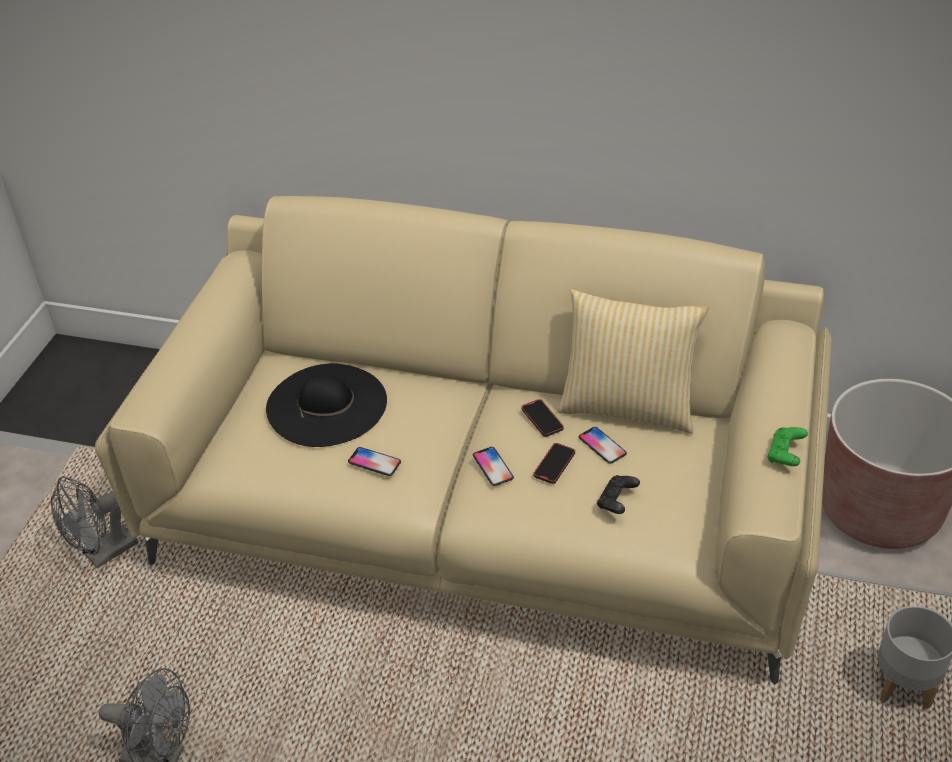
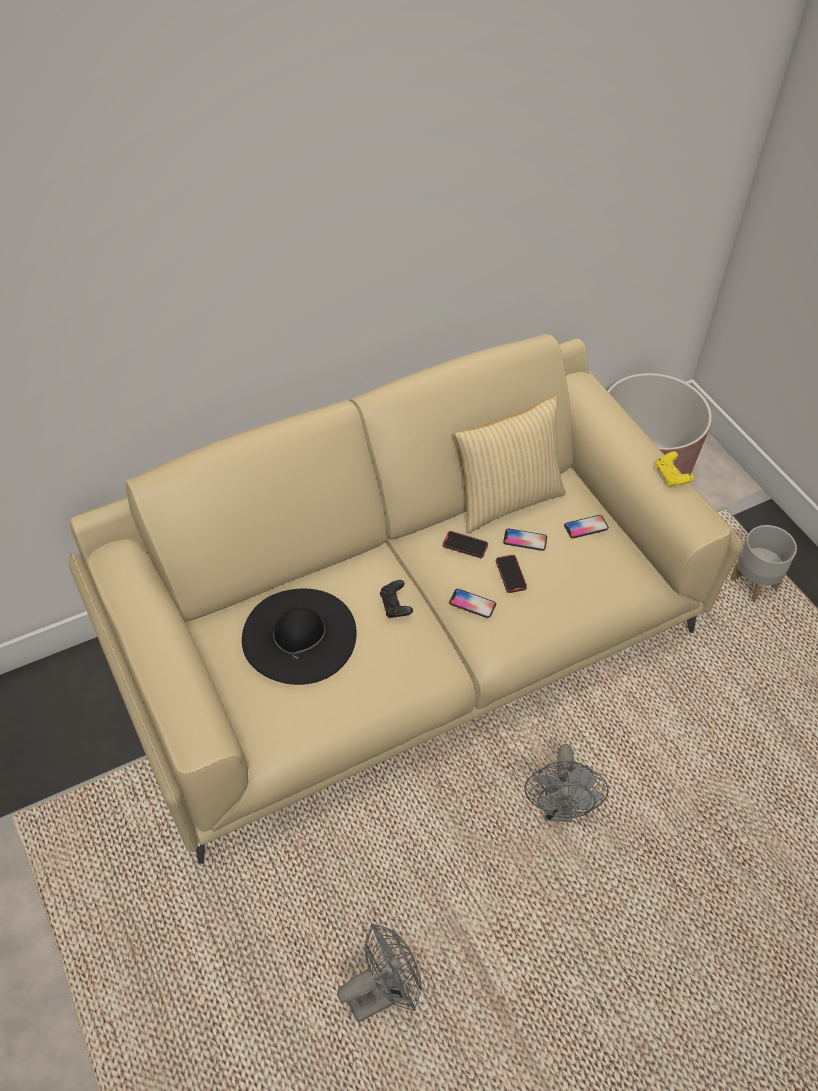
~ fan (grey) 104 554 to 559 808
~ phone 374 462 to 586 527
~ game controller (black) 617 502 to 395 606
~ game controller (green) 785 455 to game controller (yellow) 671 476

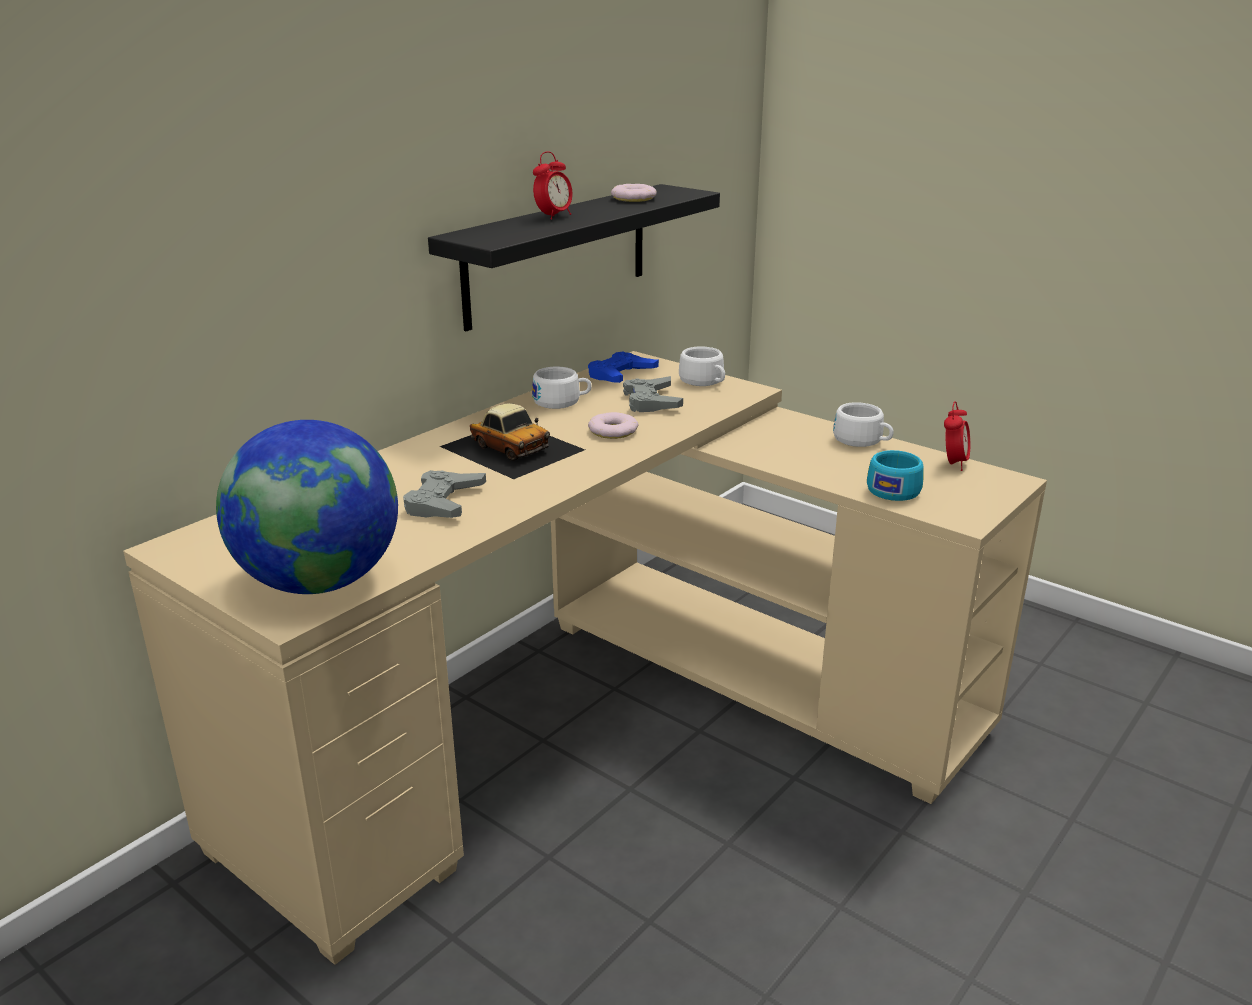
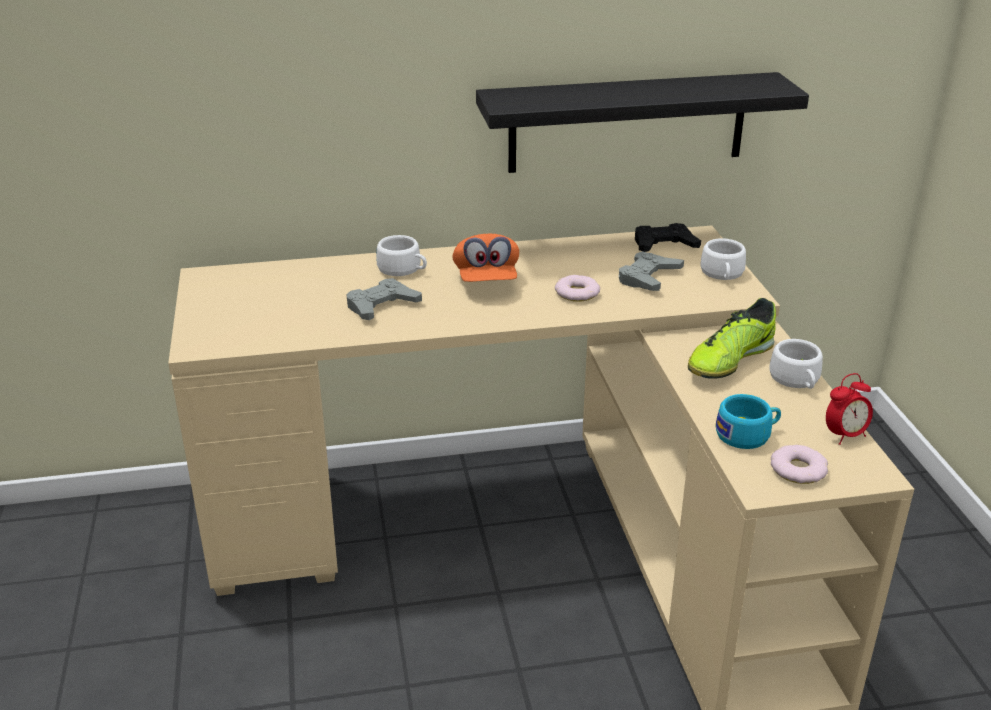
- globe 320 582
~ toy car 512 447 to cap (orange) 486 280
~ cup (white) 562 402 to 403 270
- alarm clock 553 216
~ game controller (blue) 620 374 to game controller (black) 664 244
~ donut 633 198 to 798 469
+ shoe 729 360

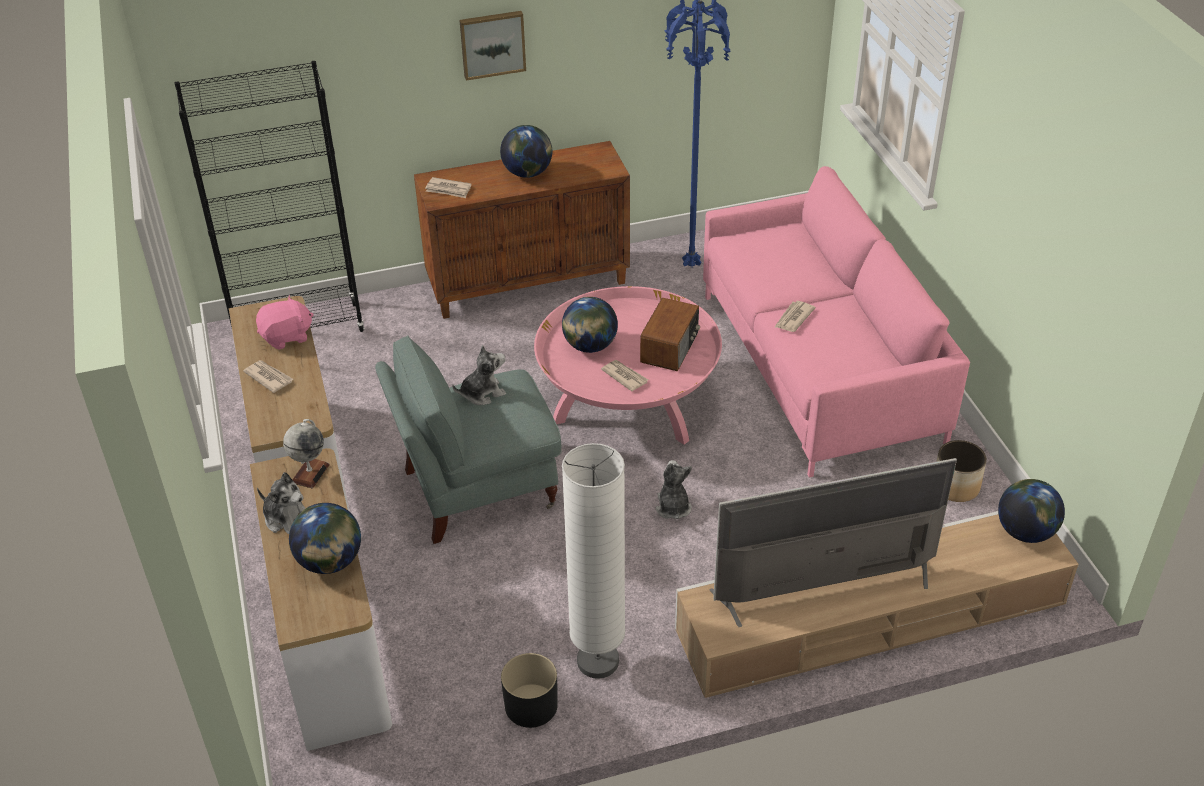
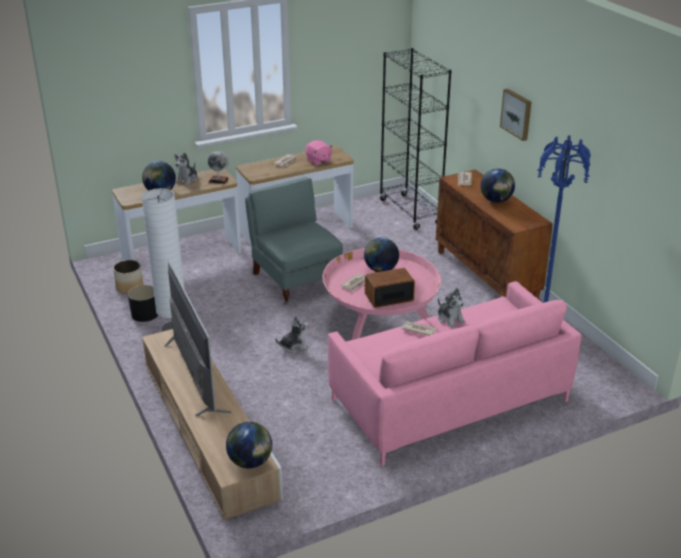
~ plush toy 482 393 to 450 319
~ radio 670 348 = 388 297 150 degrees clockwise
~ planter 956 487 to 129 287

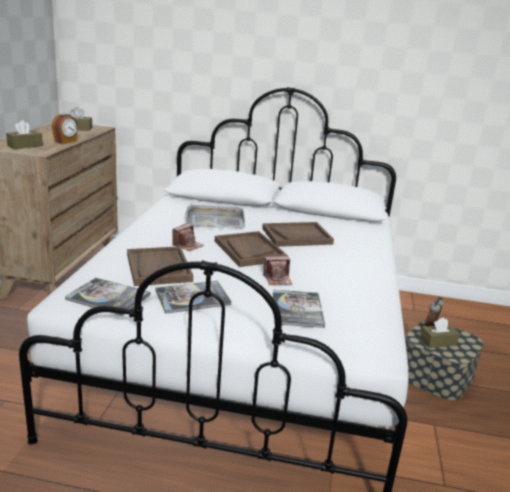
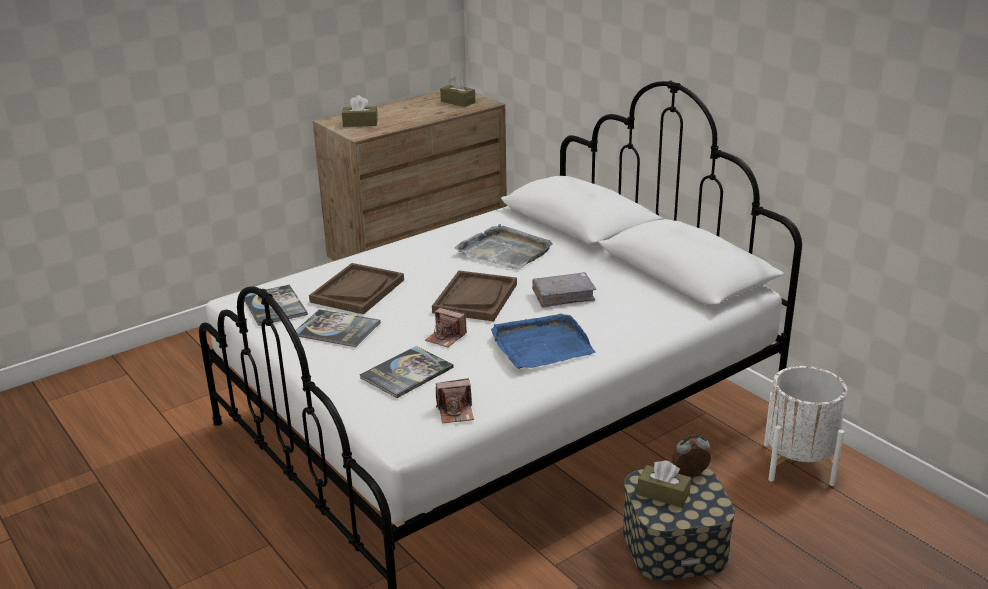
- alarm clock 66 141
~ photo camera 188 245 to 456 412
~ tray (brown) 297 236 to book (grey) 563 296
+ tray (blue) 541 346
+ planter (white) 798 464

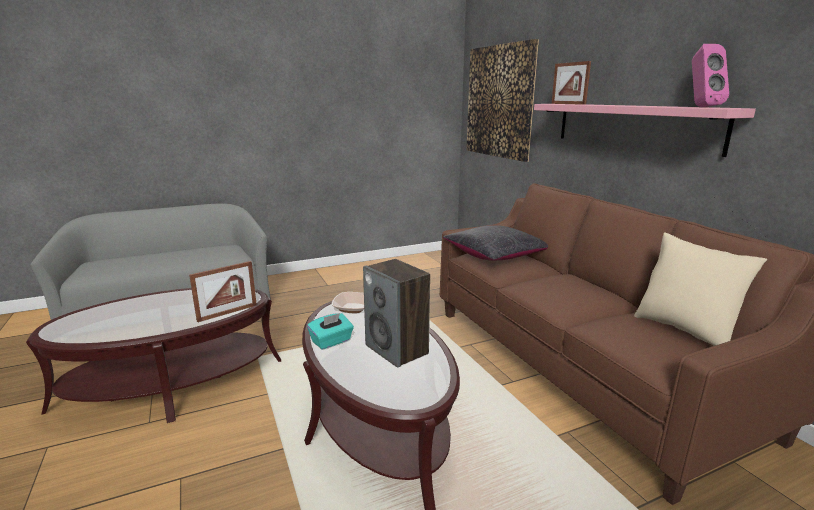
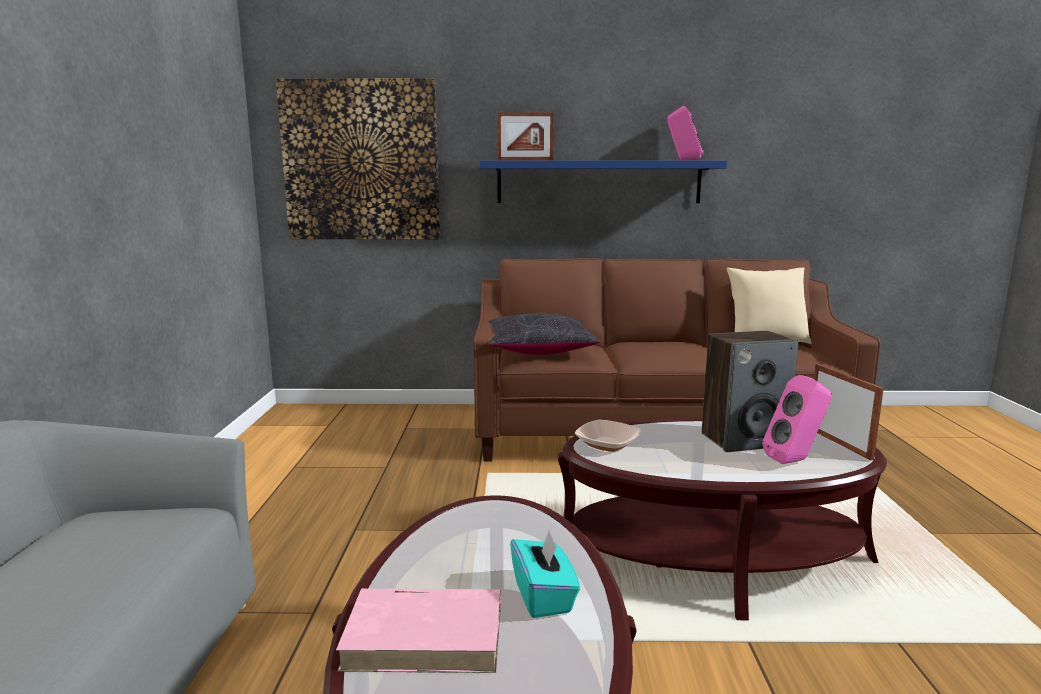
~ picture frame 227 313 to 839 443
~ tissue box (turquoise) 331 341 to 543 596
~ shelf (pink) 632 126 to shelf (blue) 598 182
+ book (pink) 426 635
+ speaker (pink) 795 461

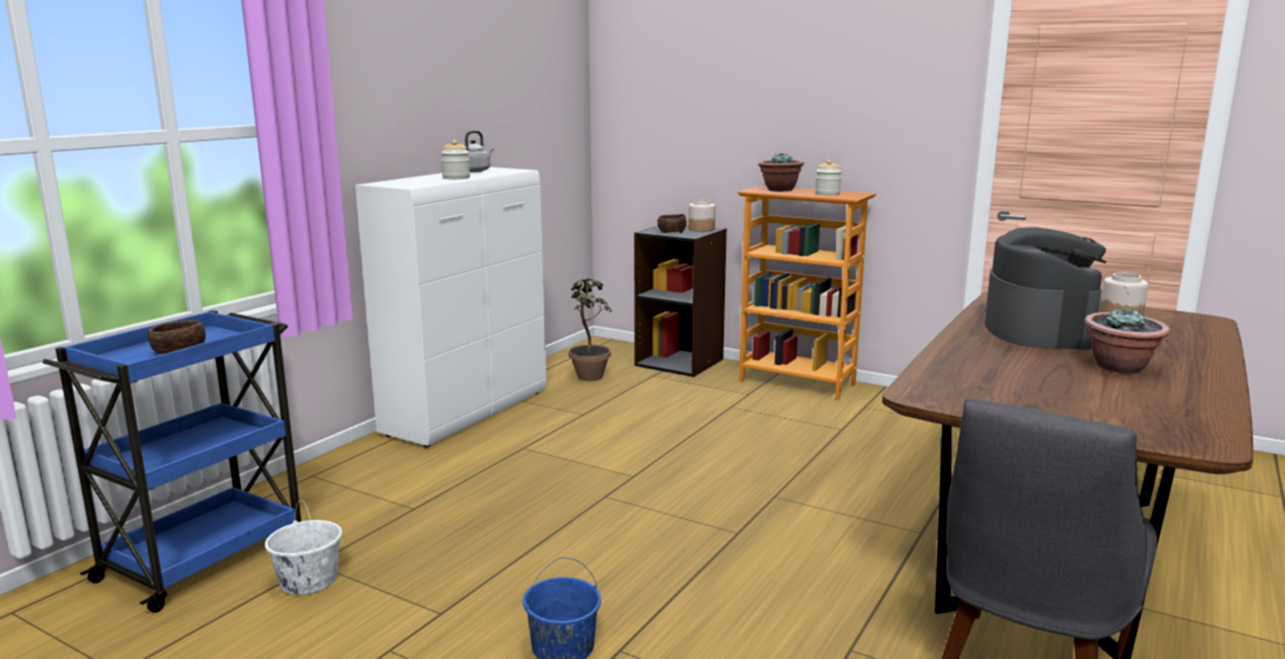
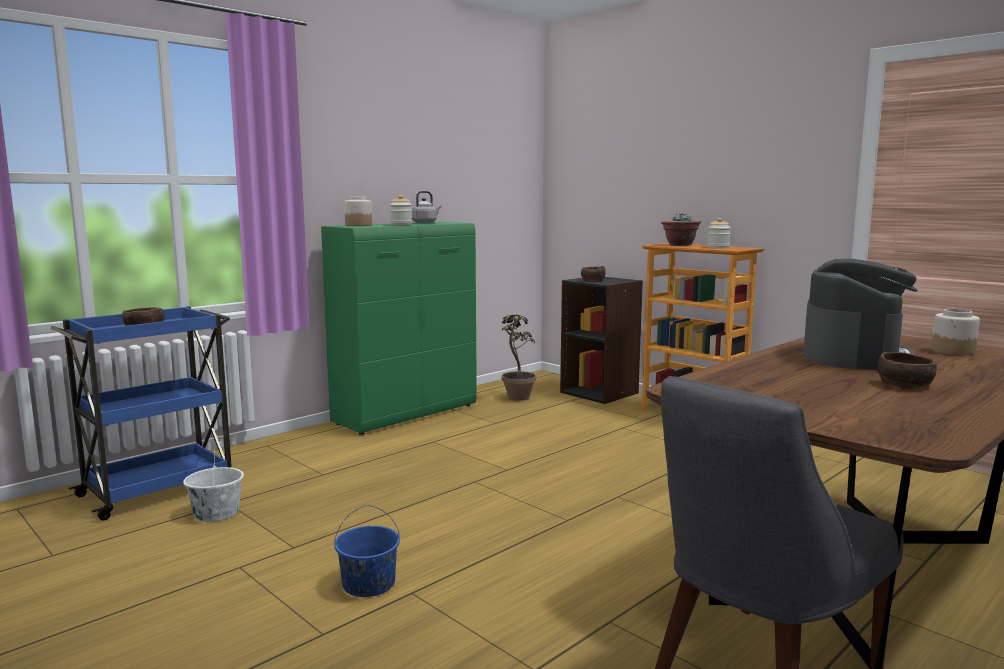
~ cabinet (white) 468 412 to cabinet (green) 407 414
~ jar 701 229 to 358 225
~ potted plant 1120 368 to bowl (brown) 906 385

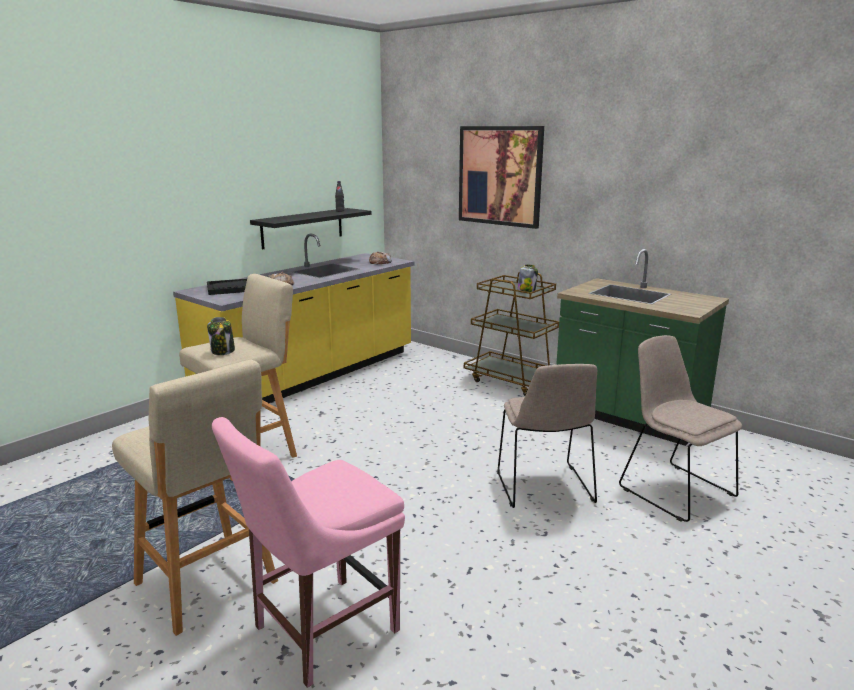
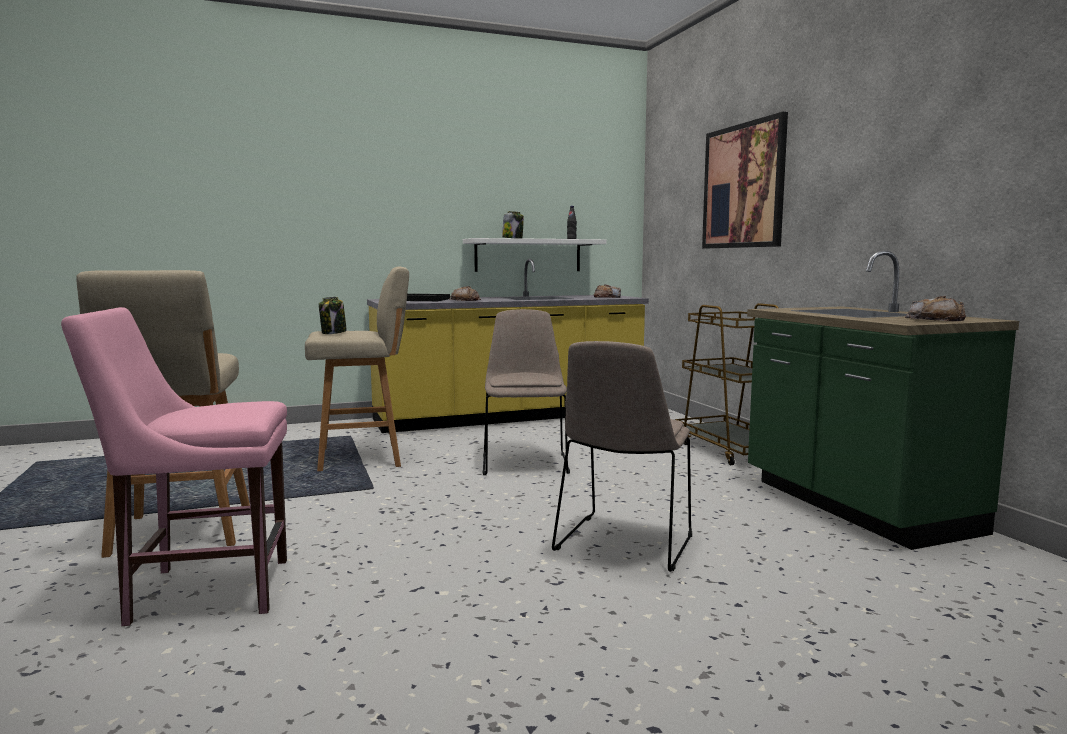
~ shelf (black) 302 228 to shelf (white) 528 255
~ jar 526 290 to 513 238
~ chair (beige) 673 490 to 525 462
+ bread 935 320

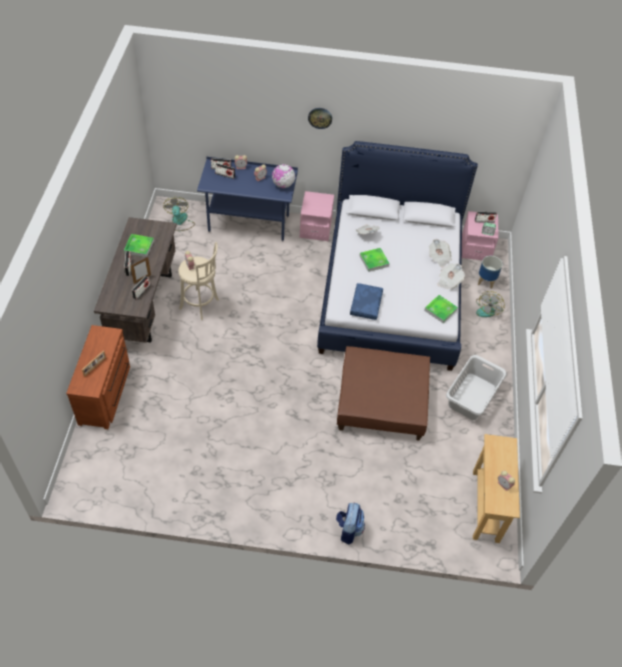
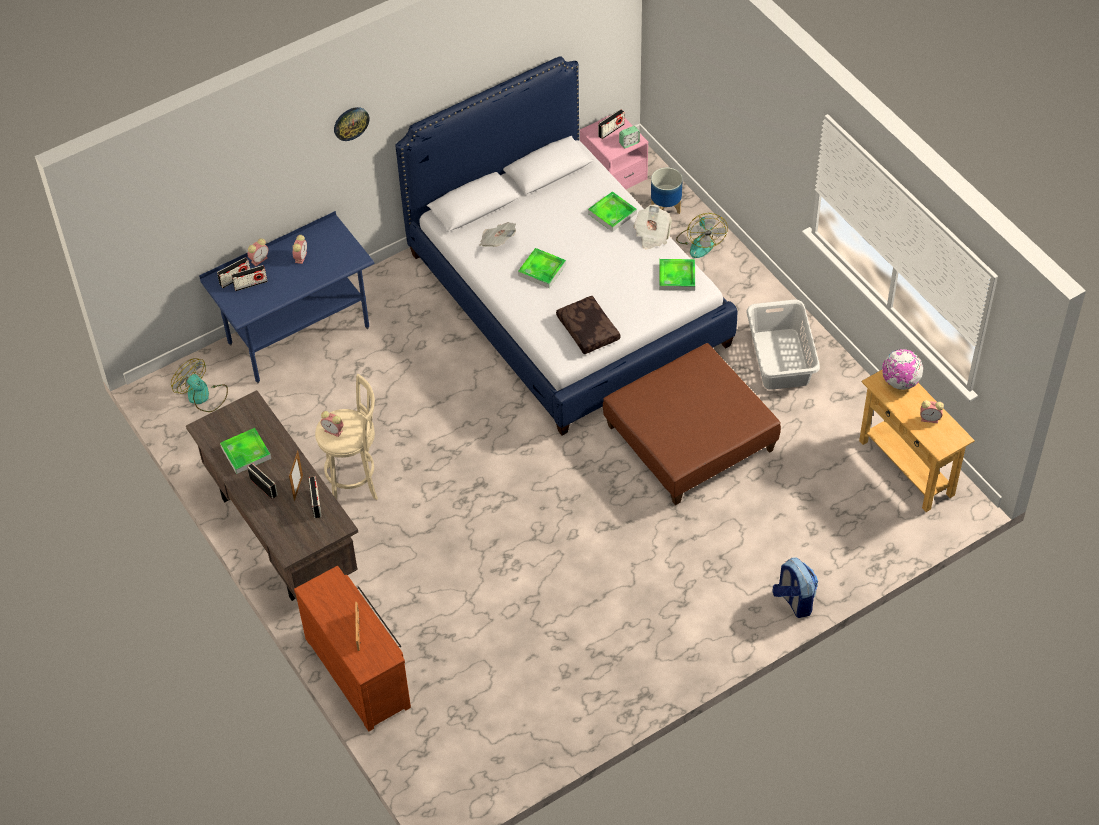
~ globe 283 185 to 900 382
- nightstand (pink) 315 228
~ pillow (blue) 365 304 to pillow (brown) 587 330
~ newspaper 439 258 to tray 612 213

